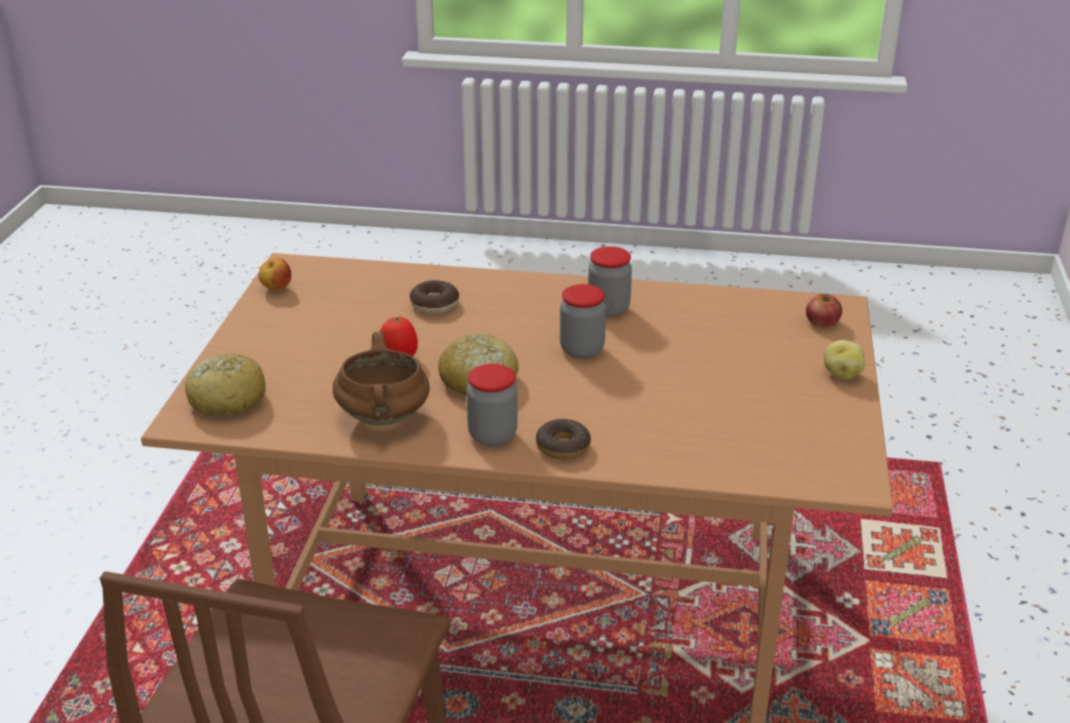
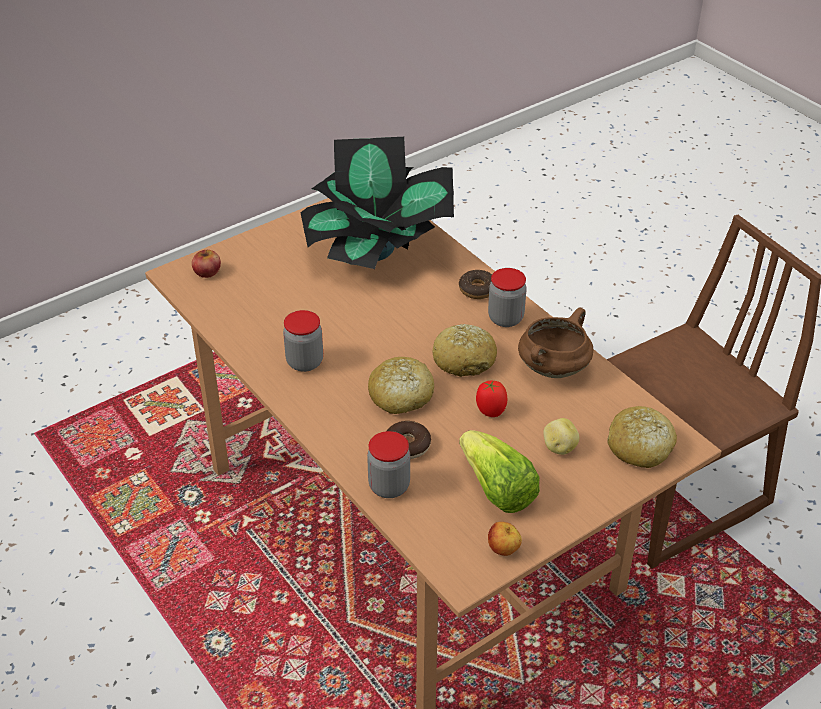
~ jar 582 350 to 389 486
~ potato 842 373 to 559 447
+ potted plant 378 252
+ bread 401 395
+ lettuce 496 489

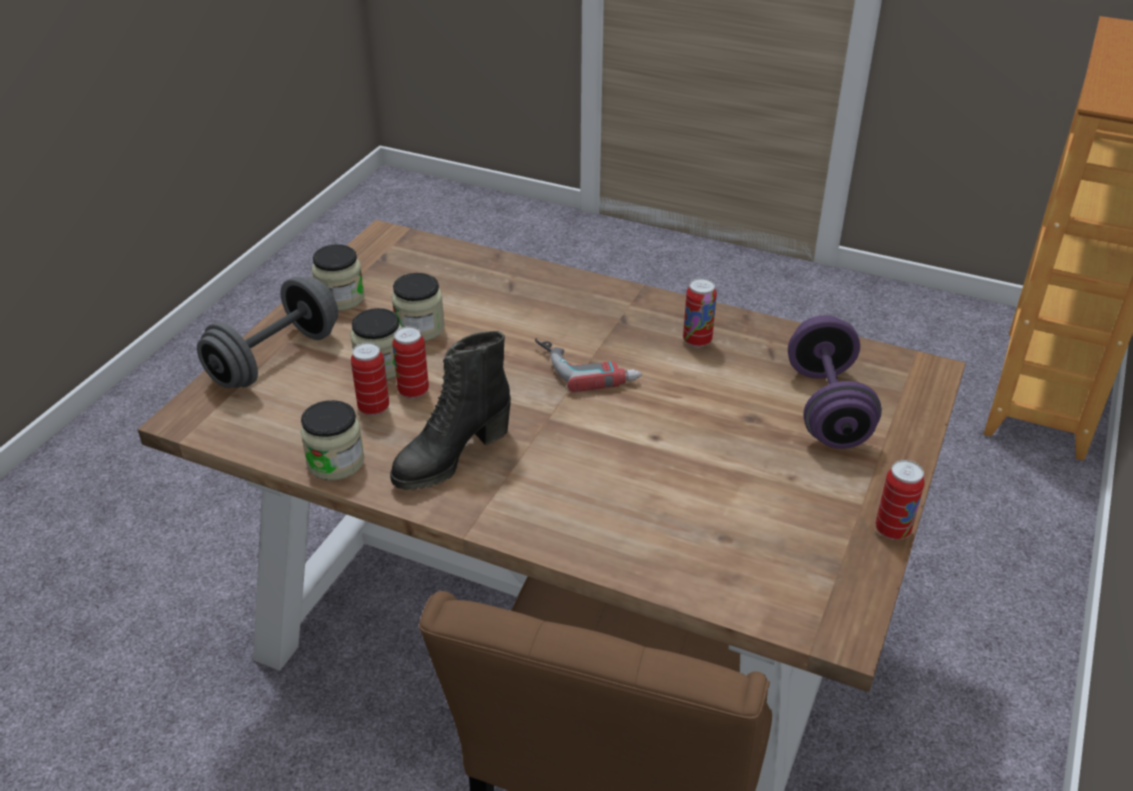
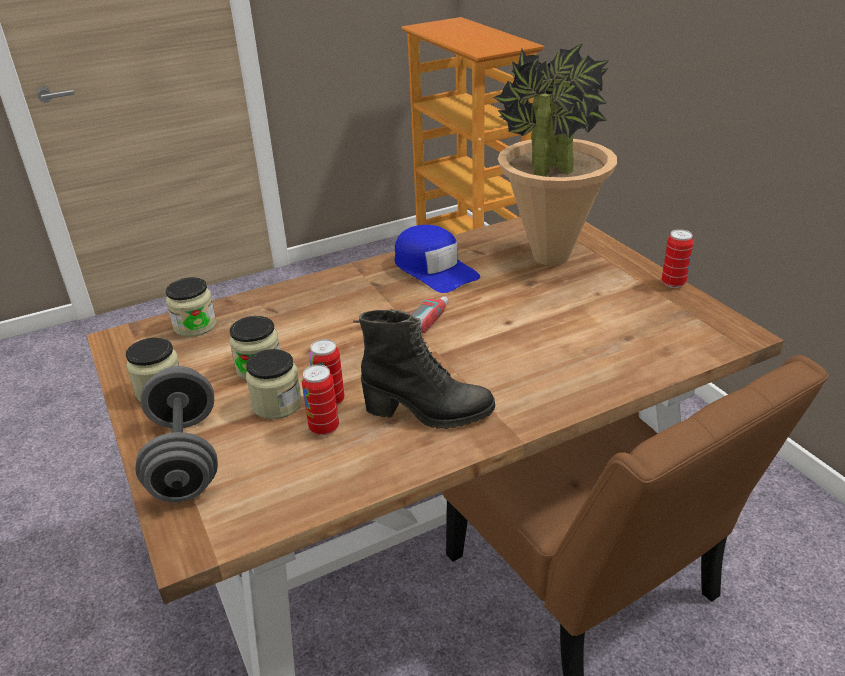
~ jar 335 462 to 195 325
~ boot (black) 451 457 = 428 413 75 degrees counterclockwise
~ can 697 341 to cap (blue) 434 269
~ dumbbell (purple) 827 408 to potted plant 550 257

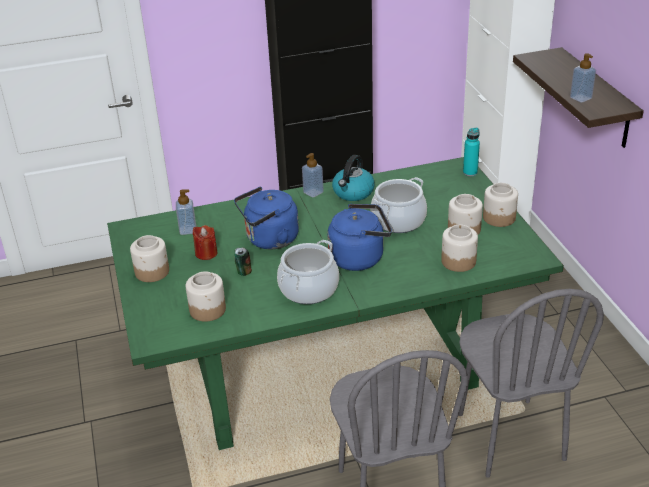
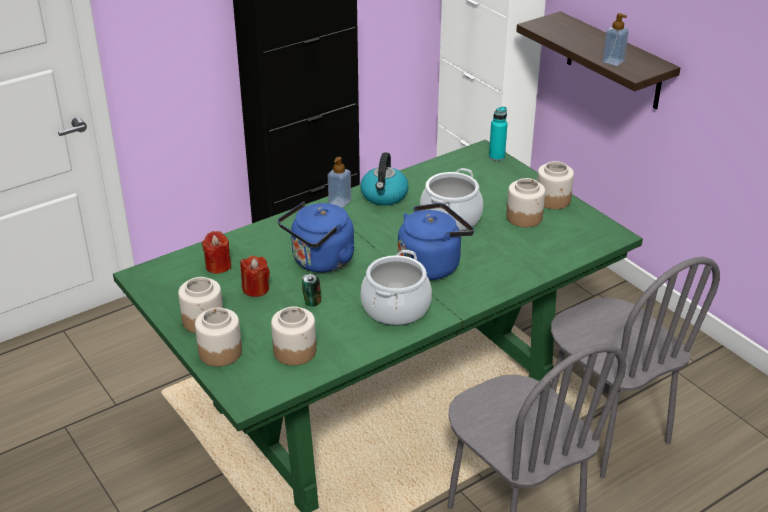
~ soap dispenser 188 230 to candle (red) 218 266
~ jar 458 261 to 220 352

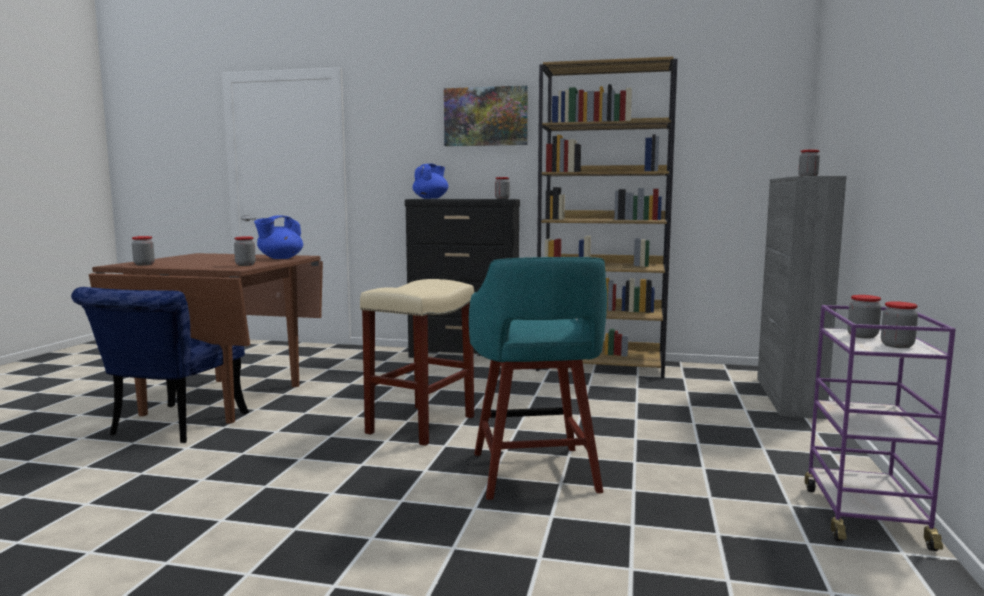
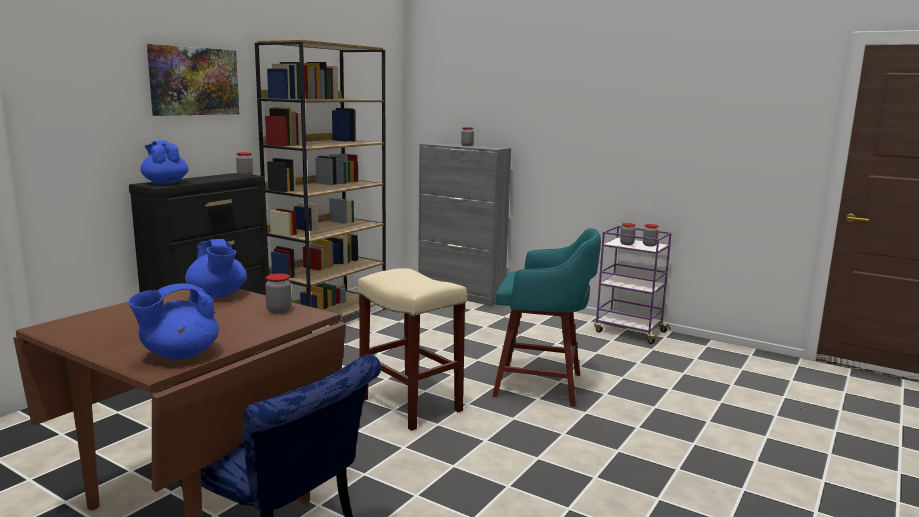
~ jar 144 264 to teapot (blue) 179 354

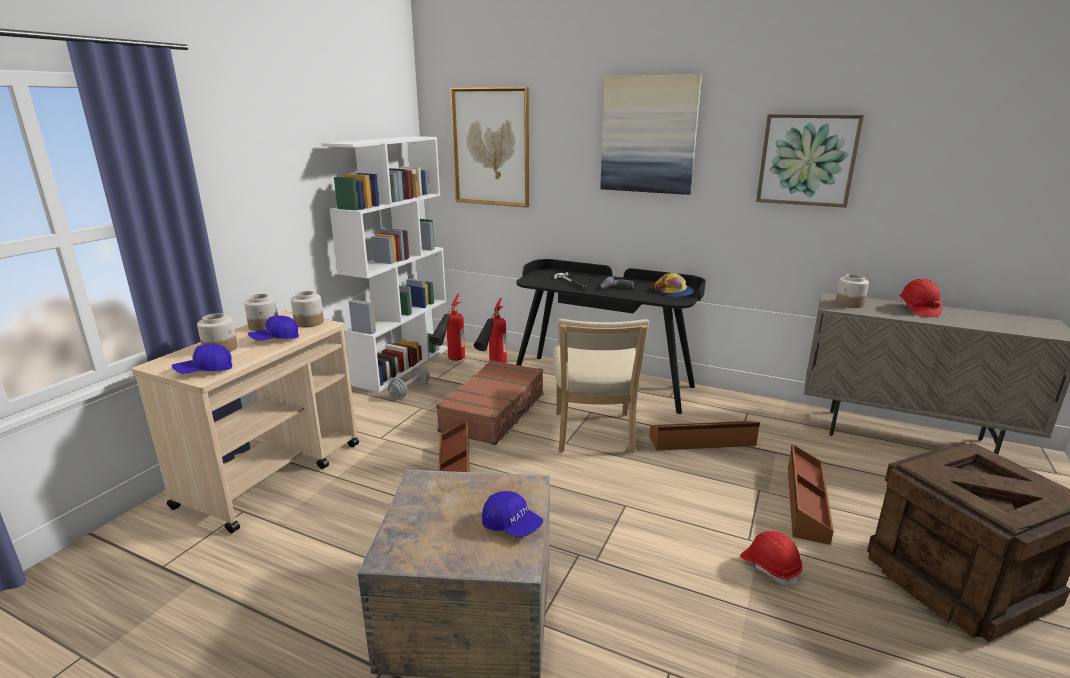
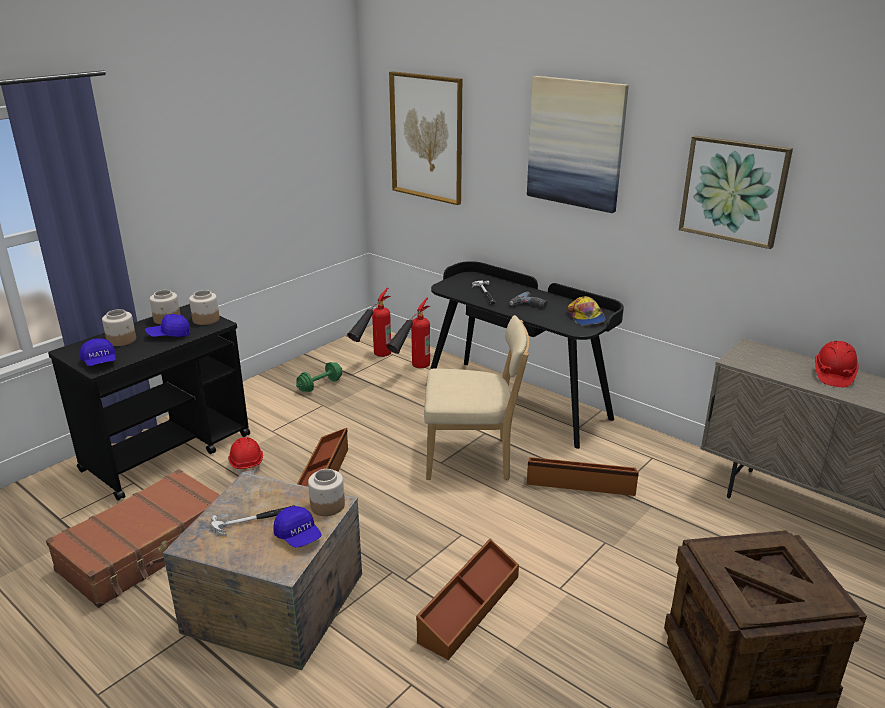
~ cart (beige) 273 473 to cart (black) 168 452
~ cap (blue) 204 370 = 100 362 105 degrees counterclockwise
- bookcase (white) 403 365
~ dumbbell (grey) 410 391 to dumbbell (green) 320 385
~ suitcase (brown) 494 412 to 147 549
~ chair (beige) 594 435 = 473 459 105 degrees counterclockwise
~ hard hat (red) 770 567 to 247 464
~ storage box (brown) 805 502 to 468 607
~ jar 849 304 to 327 506
+ hammer 255 520

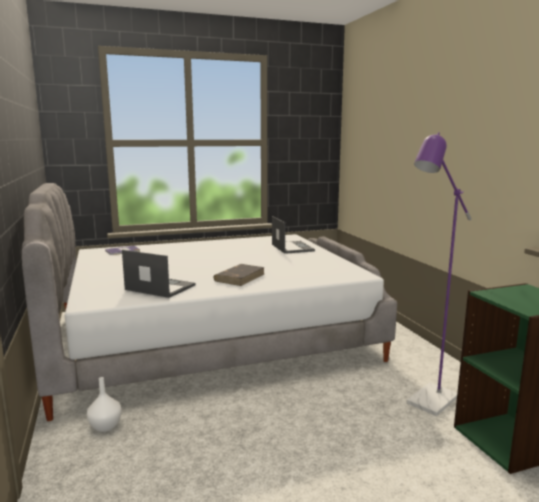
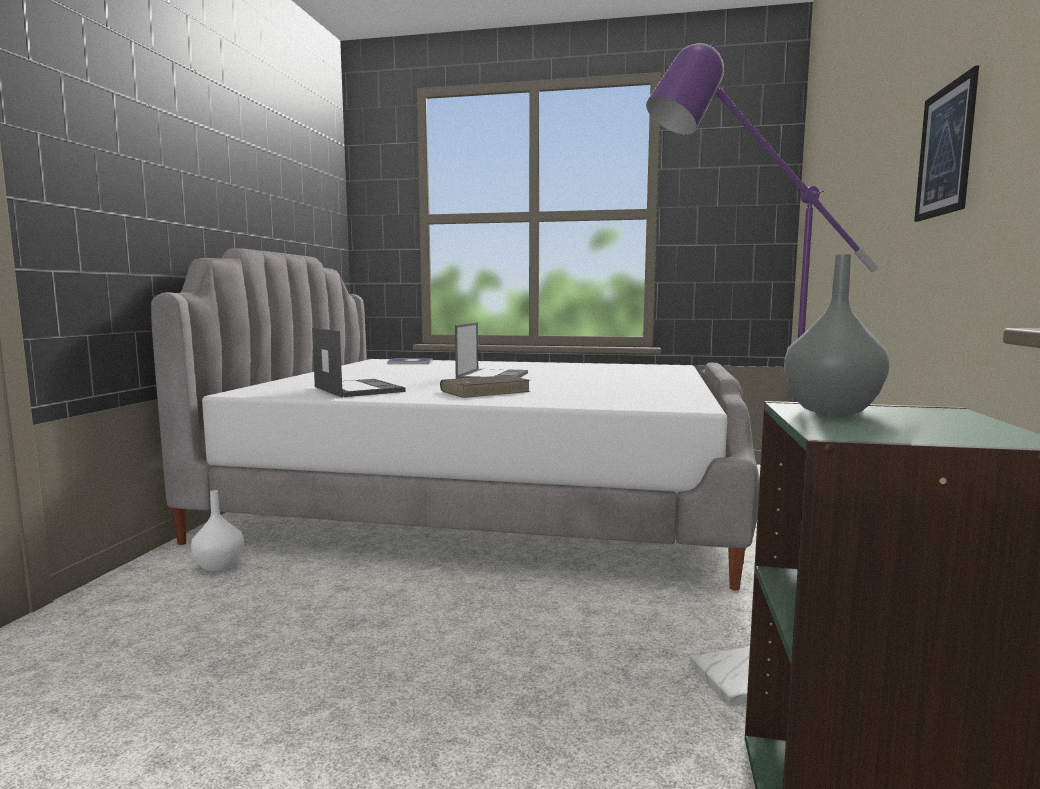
~ laptop 292 247 to 493 376
+ vase (grey) 832 409
+ picture 945 151

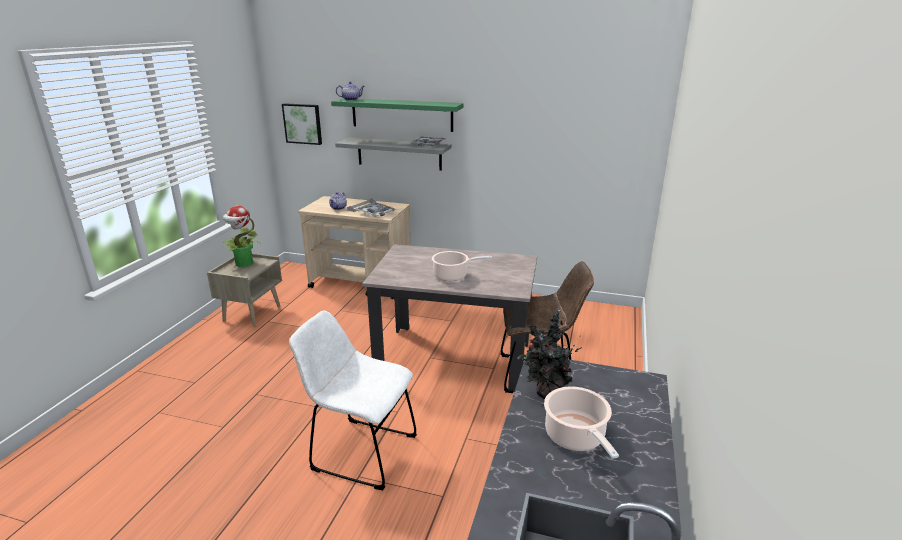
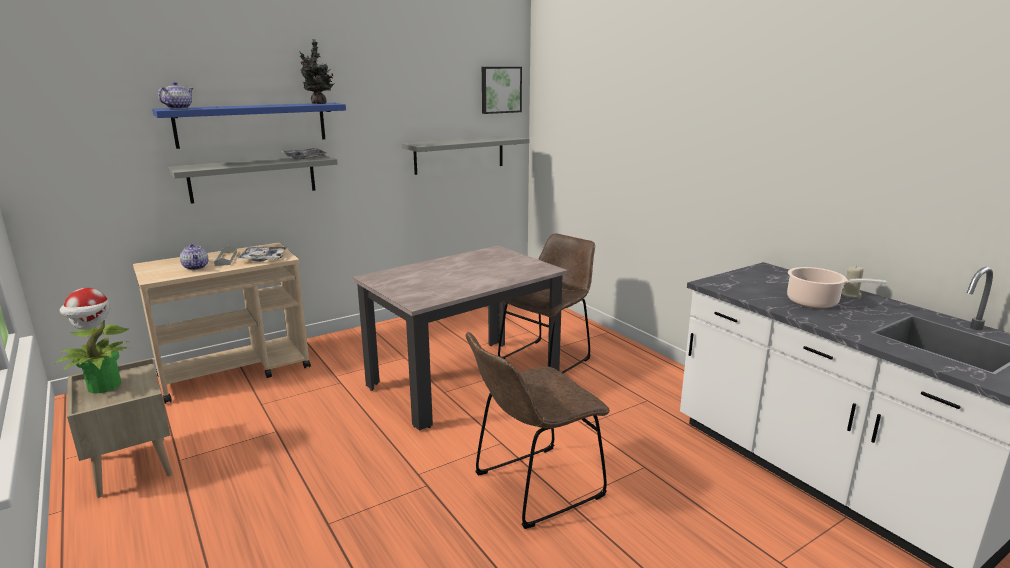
~ picture 303 123 to 500 90
~ chair (white) 359 451 to chair (brown) 533 487
~ shelf (green) 401 114 to shelf (blue) 252 124
- cooking pot 452 276
~ potted plant 546 394 to 318 103
+ shelf (grey) 459 154
+ candle (beige) 851 295

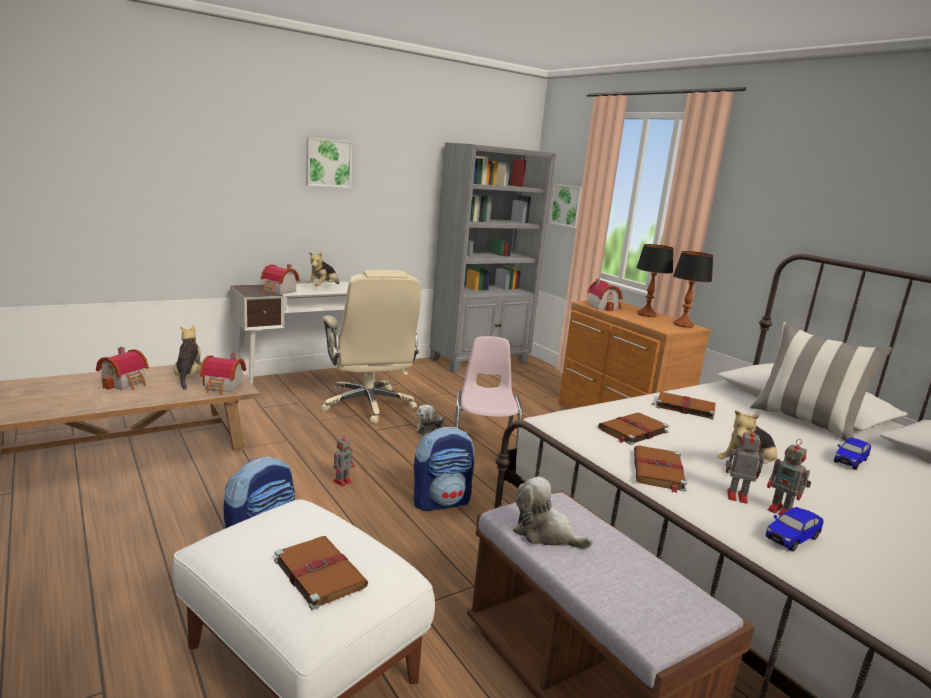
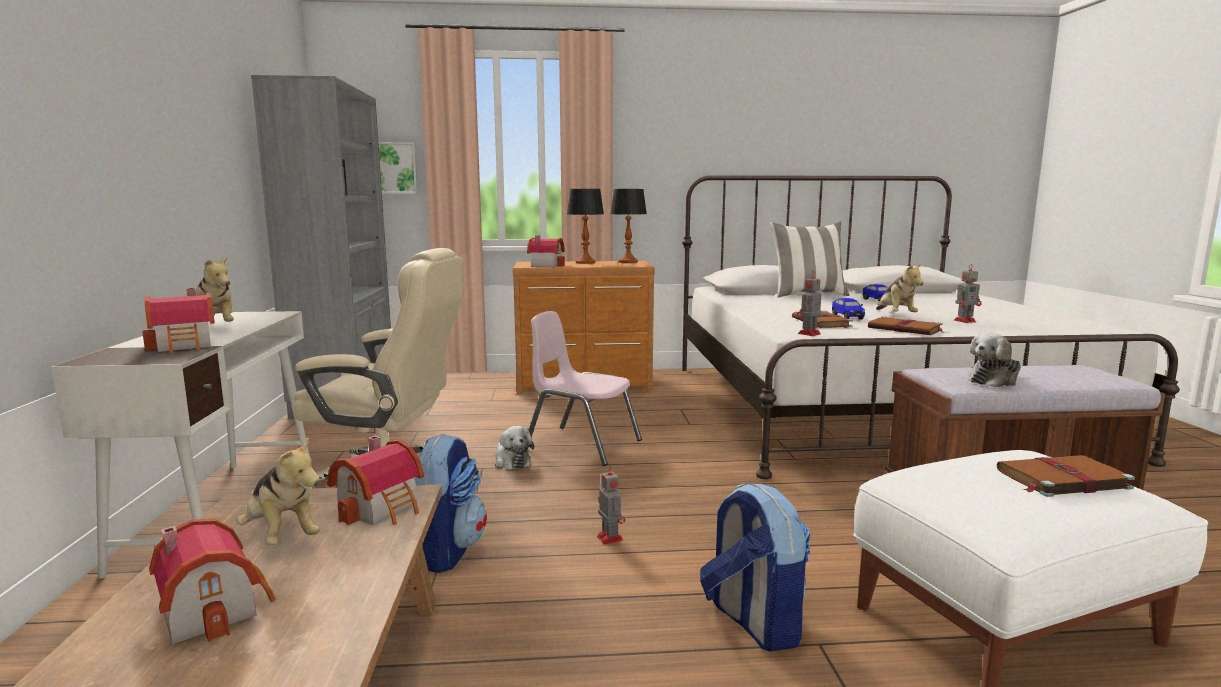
~ plush toy 189 377 = 281 535 150 degrees counterclockwise
- picture 328 163
~ backpack 441 502 to 445 551
- book (brown) 683 407
~ toy robot 735 496 to 808 334
~ toy car 791 538 to 847 317

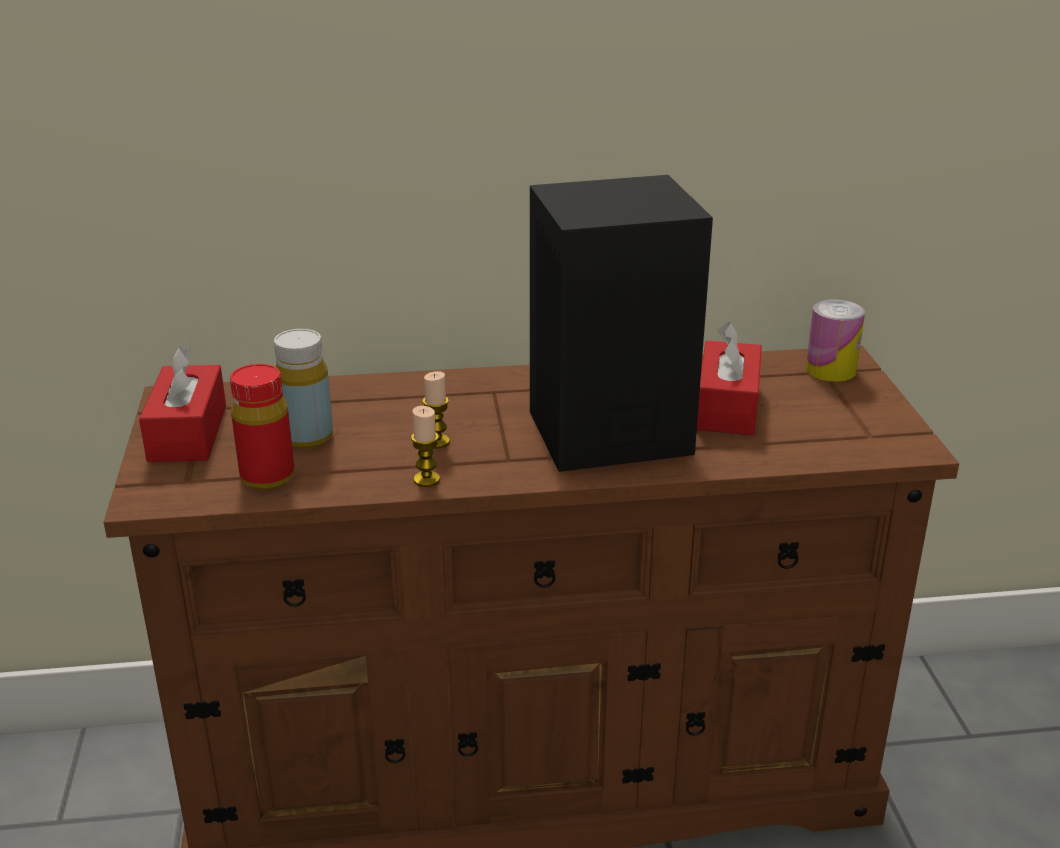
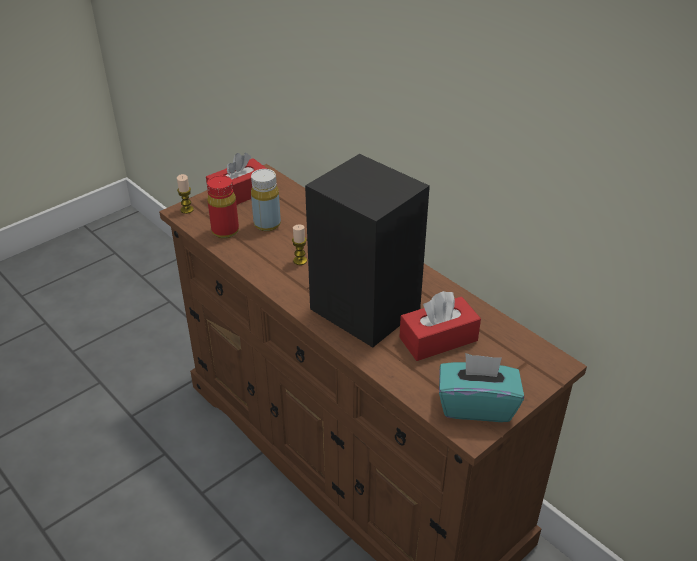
~ candle 426 479 to 187 210
- can 830 370
+ tissue box (turquoise) 476 405

